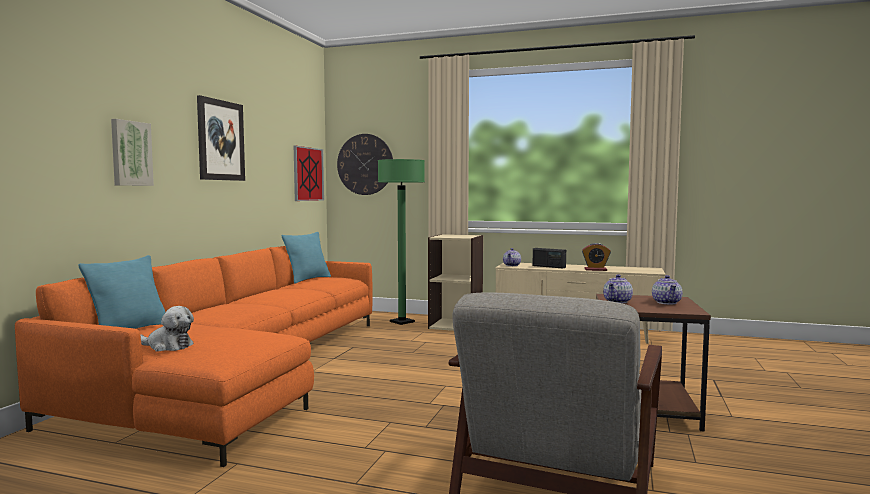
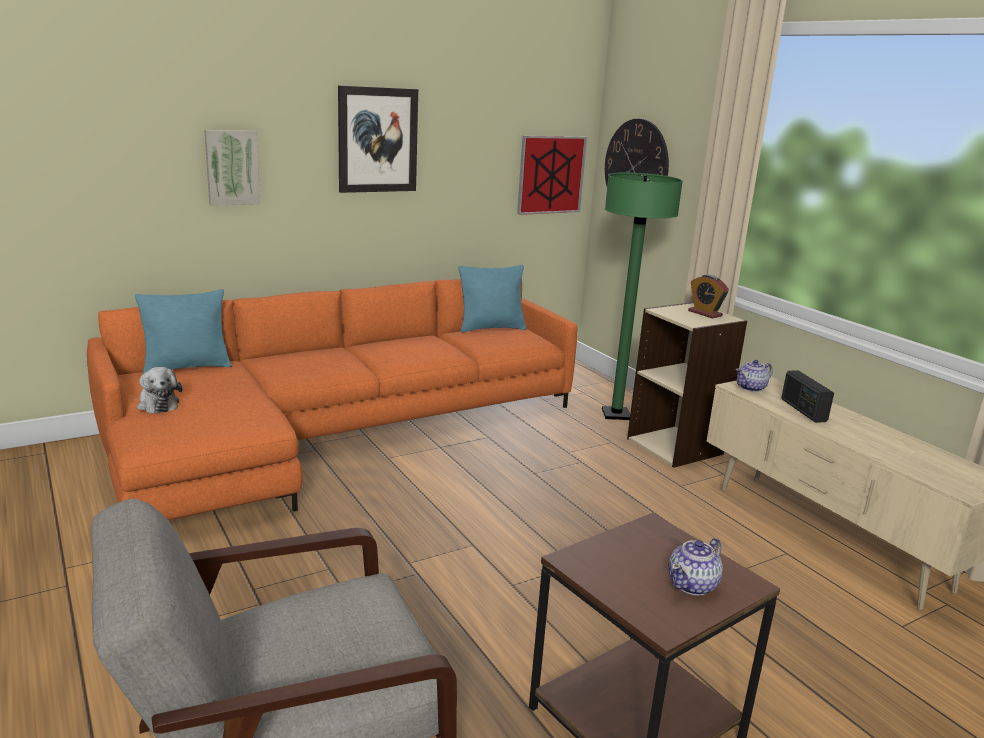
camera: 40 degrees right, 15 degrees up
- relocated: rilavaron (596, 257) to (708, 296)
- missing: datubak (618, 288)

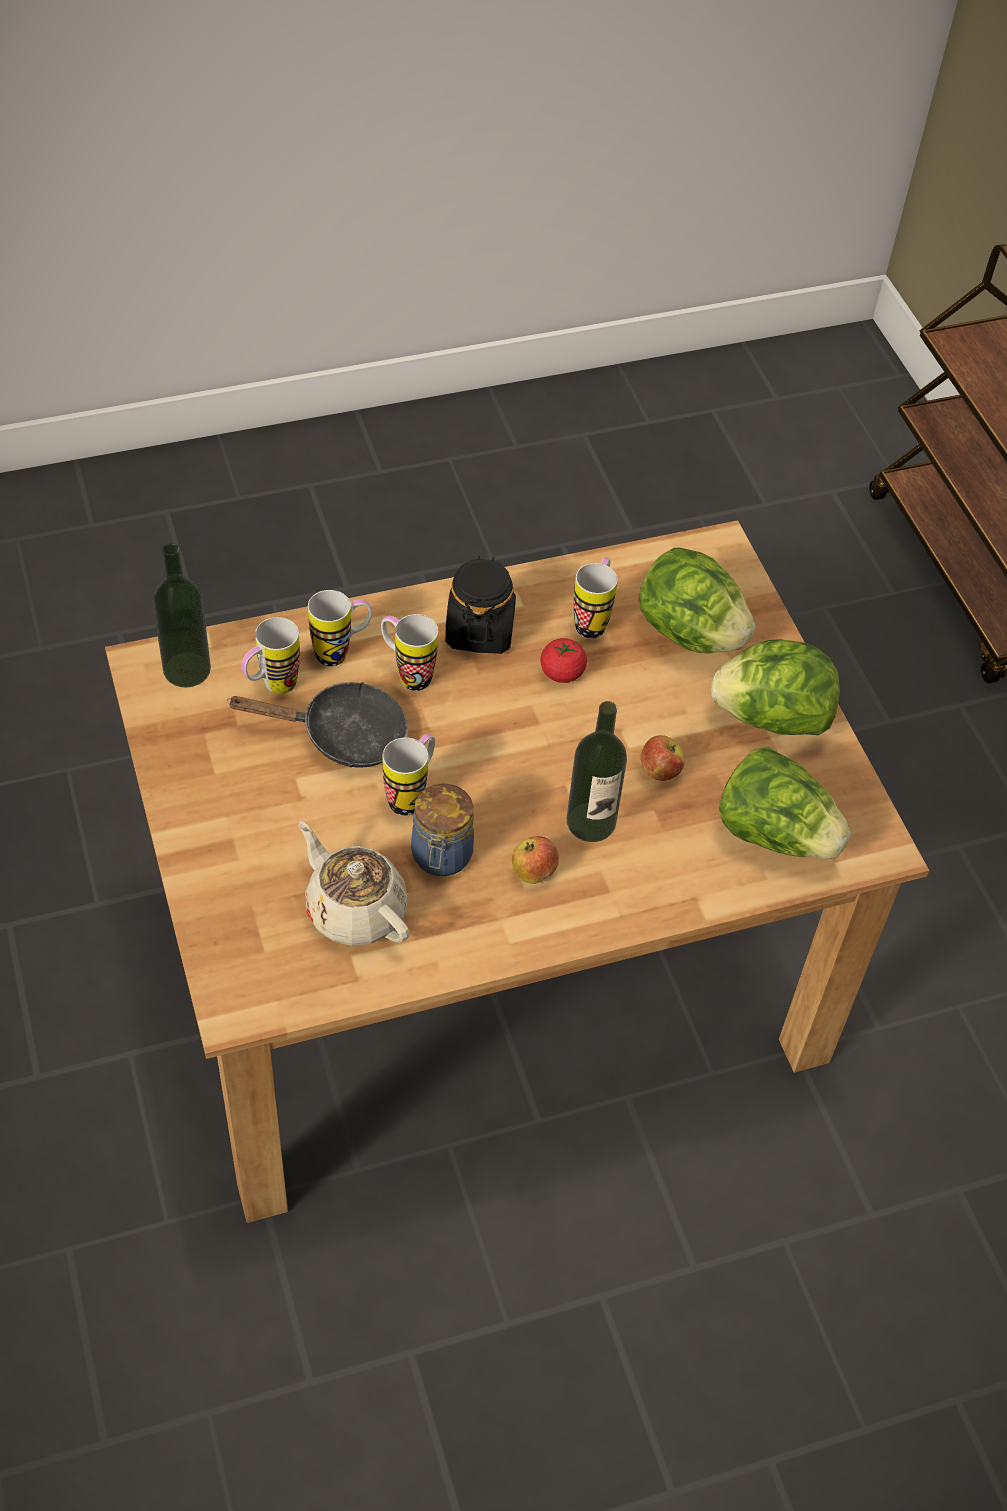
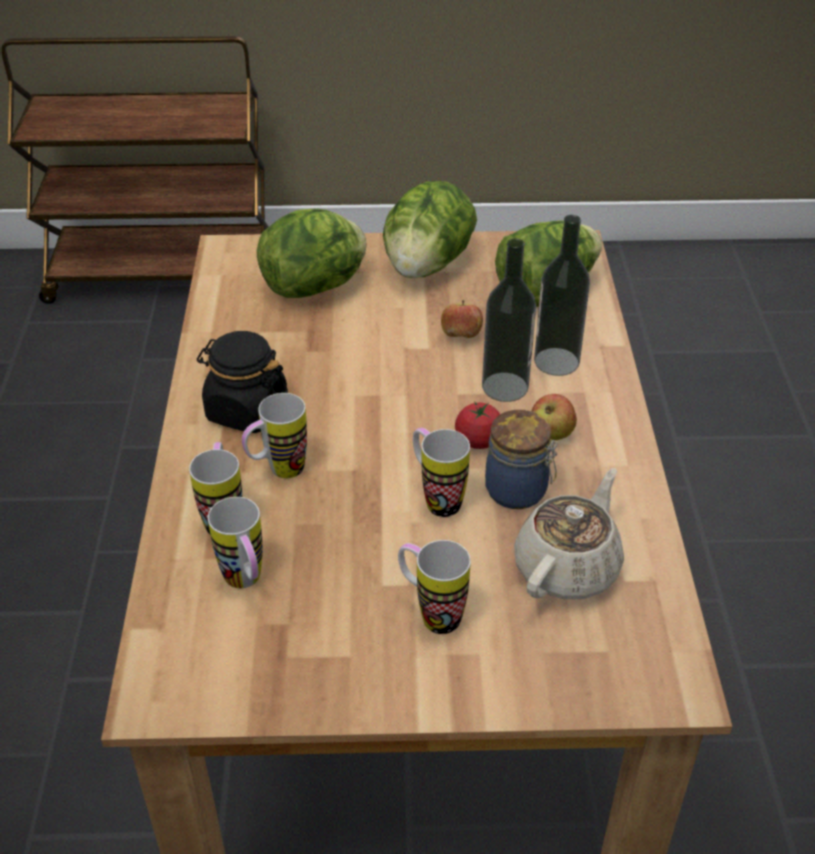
camera: 70 degrees left, 10 degrees down
- relocated: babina (182, 615) to (562, 295)
- relocated: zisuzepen (596, 598) to (434, 587)
- relocated: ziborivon (563, 660) to (477, 425)
- missing: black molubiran (317, 725)
- spun: beige datubak (354, 884) = (569, 533) 150 degrees clockwise

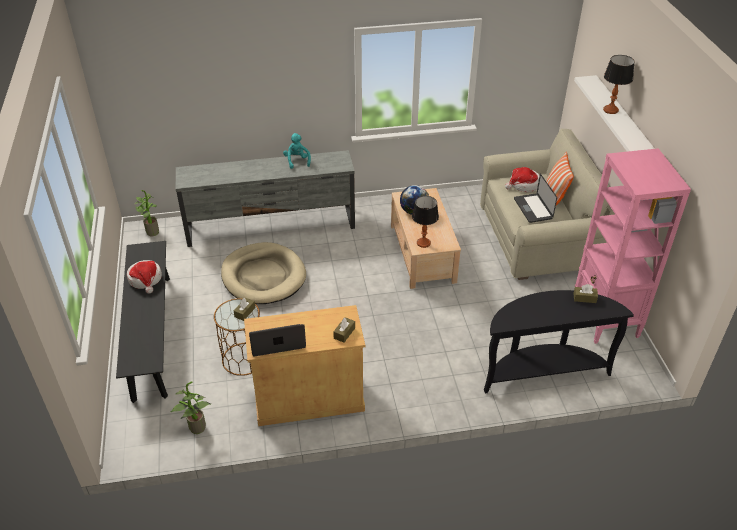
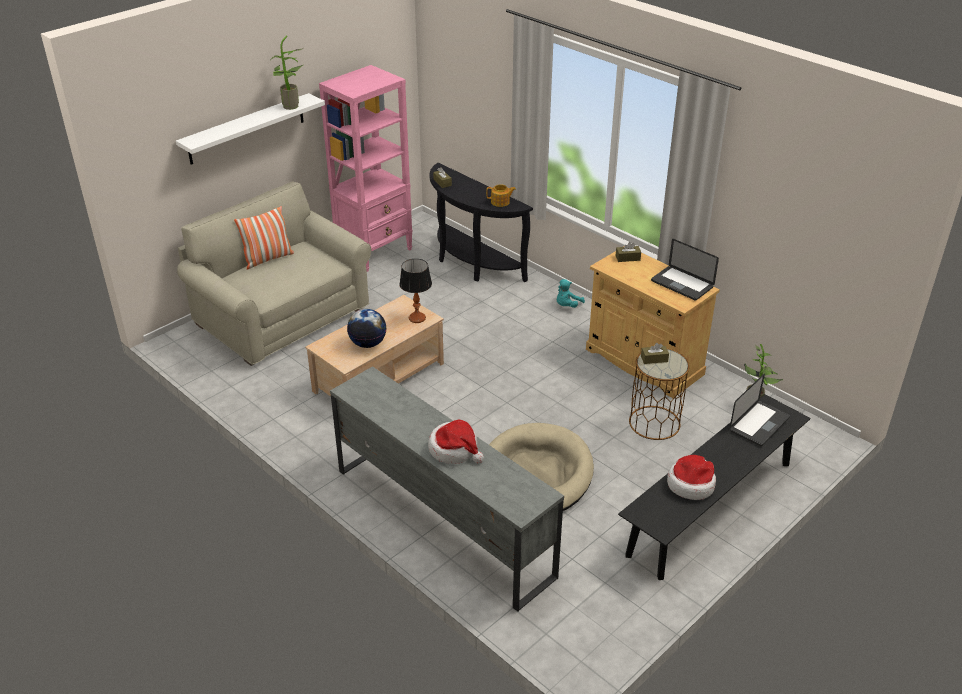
camera: 125 degrees left, 5 degrees down
- missing: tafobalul (619, 84)
- relocated: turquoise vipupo (297, 151) to (571, 293)
- relocated: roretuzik (522, 179) to (456, 441)
- relocated: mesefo (535, 198) to (760, 410)
- relocated: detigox (146, 213) to (287, 72)
- appeared: datubak (501, 195)

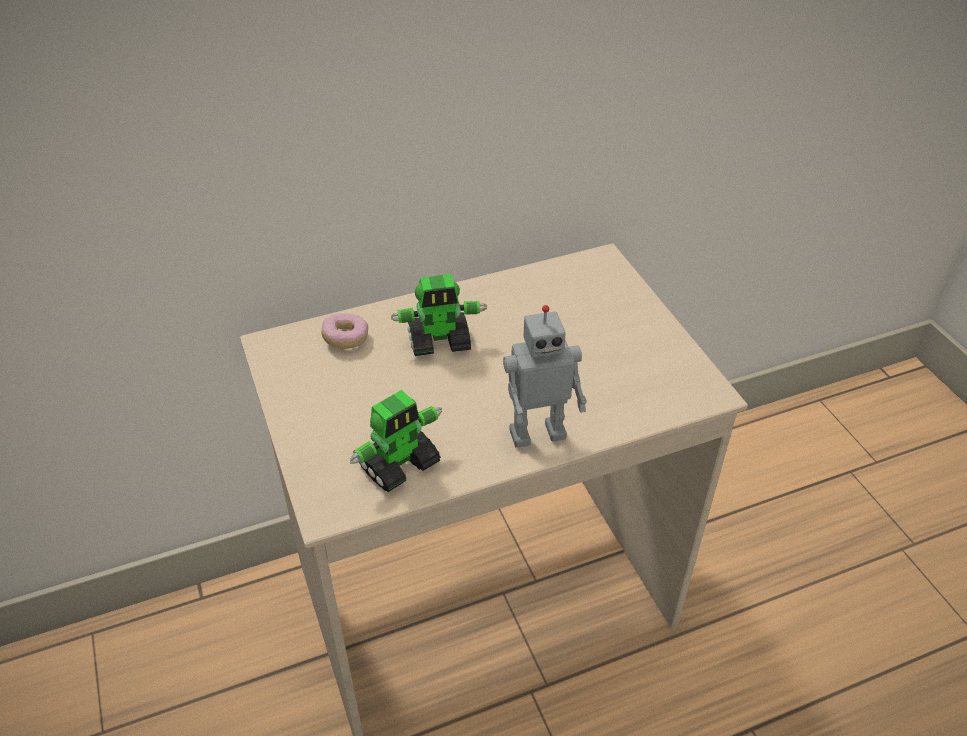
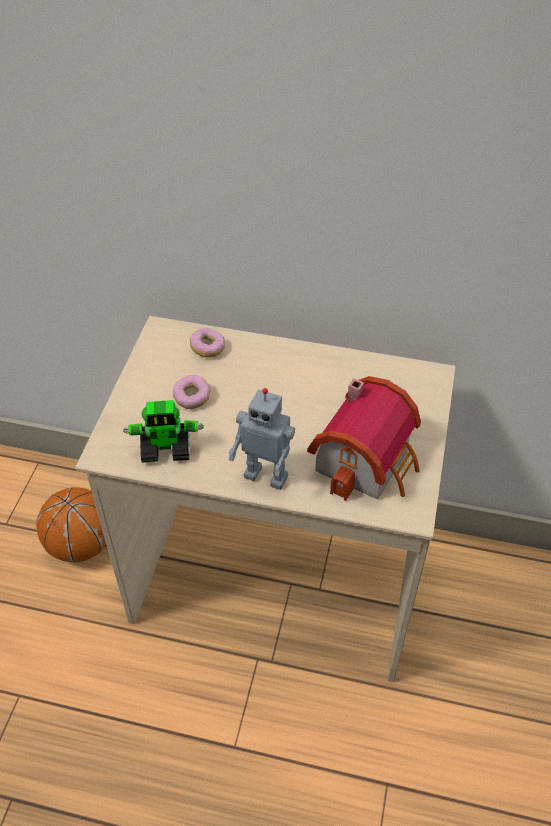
camera: 35 degrees right, 5 degrees up
- missing: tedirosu (439, 315)
- appeared: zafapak (191, 392)
- appeared: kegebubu (364, 438)
- appeared: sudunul (71, 525)

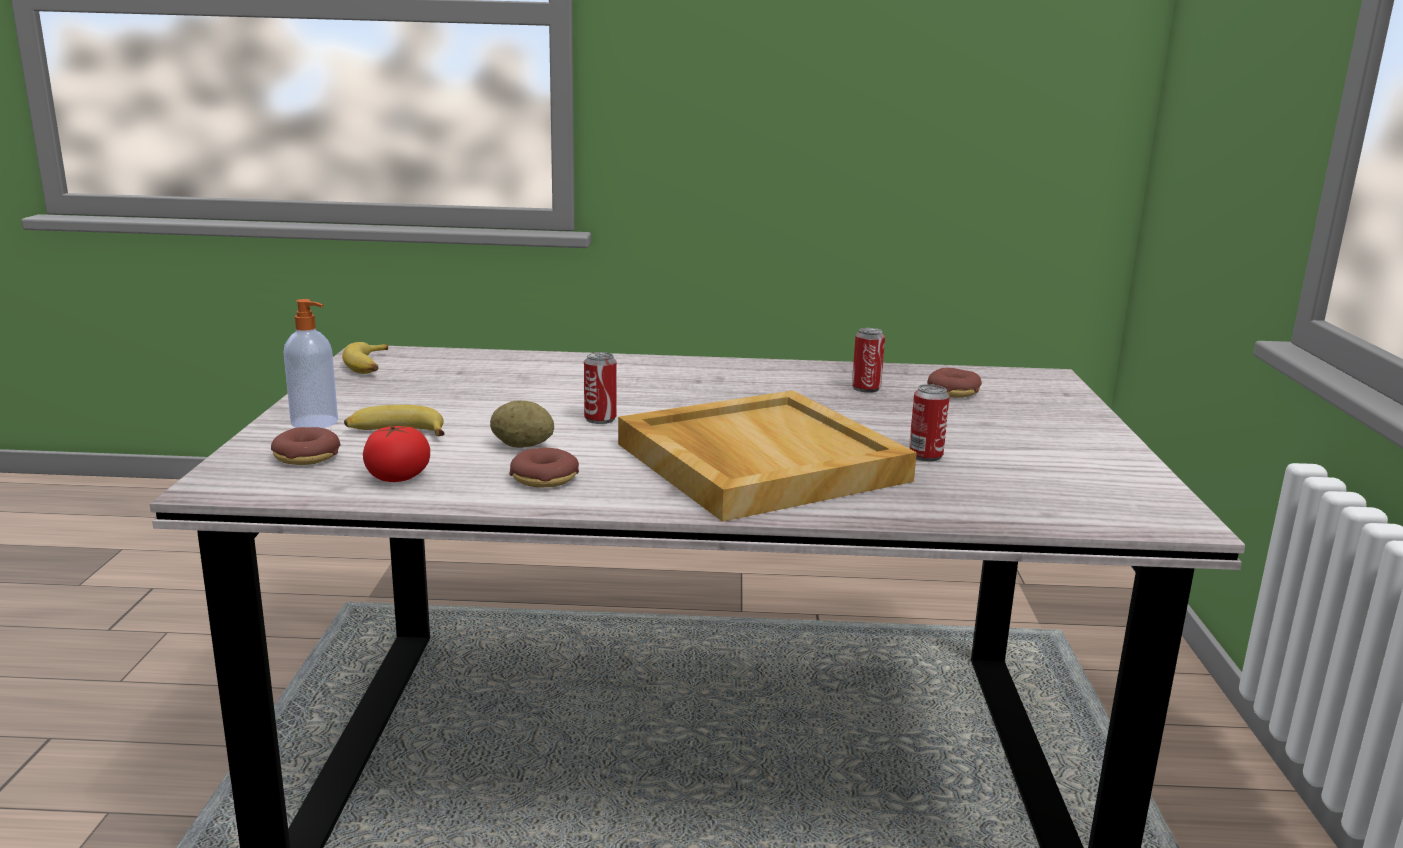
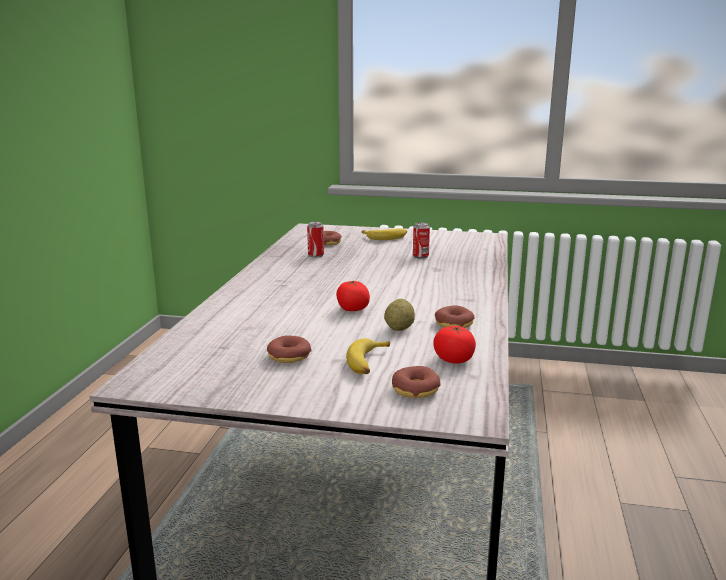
camera: 80 degrees left, 0 degrees up
- missing: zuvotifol (310, 363)
- relocated: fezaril (365, 358) to (384, 234)
- exchanged: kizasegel (600, 388) to ziborivon (353, 295)
- missing: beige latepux (767, 456)
- appeared: zafapak (289, 349)

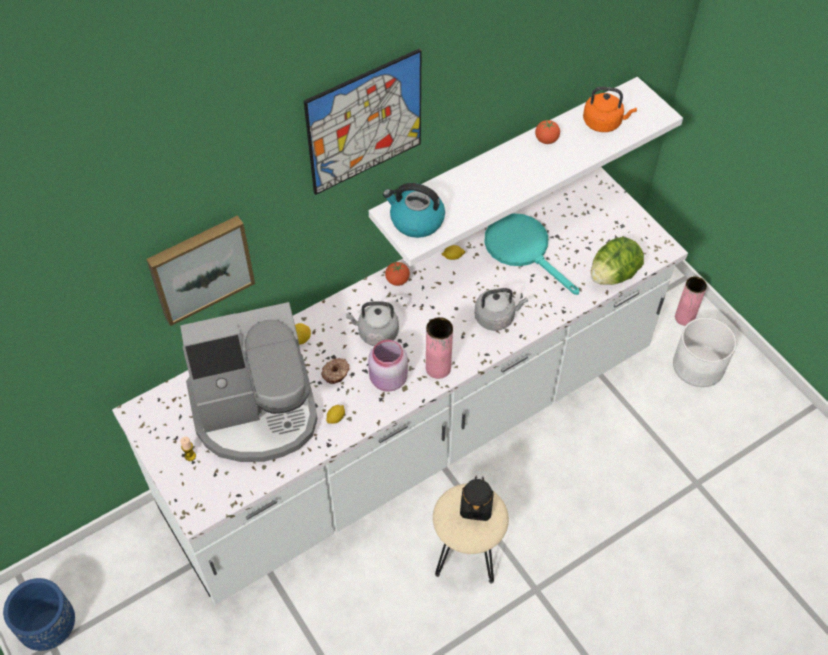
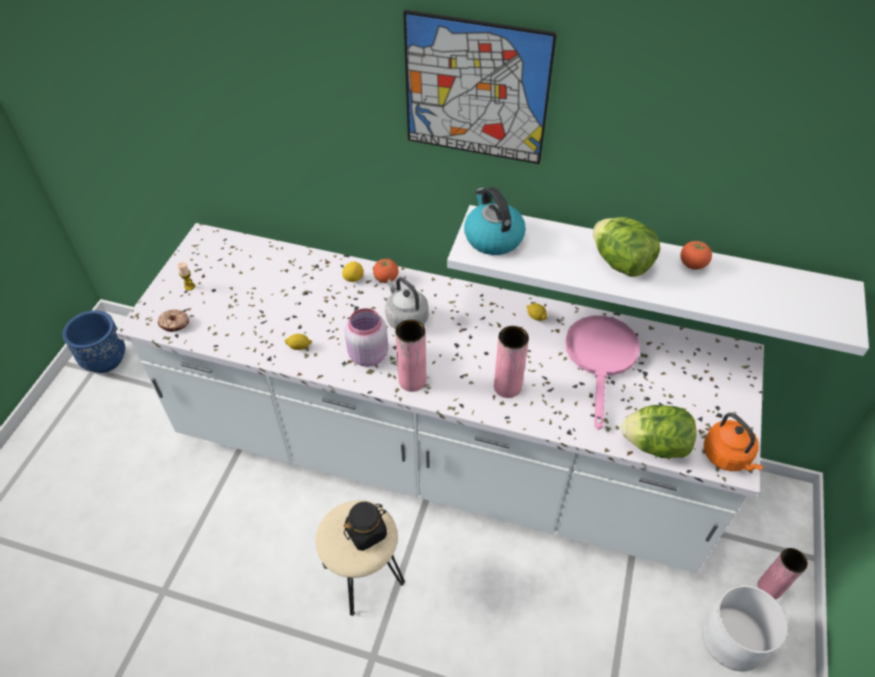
camera: 50 degrees right, 5 degrees down
- relocated: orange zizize (610, 109) to (733, 442)
- colour: turquoise molubiran (531, 254) to pink molubiran (602, 373)
- missing: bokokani (200, 270)
- relocated: ziborivon (397, 274) to (386, 271)
- exchanged: grey zizize (501, 309) to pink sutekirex (511, 362)
- missing: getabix (249, 382)
- relocated: zafapak (335, 371) to (173, 320)
- appeared: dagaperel (626, 247)

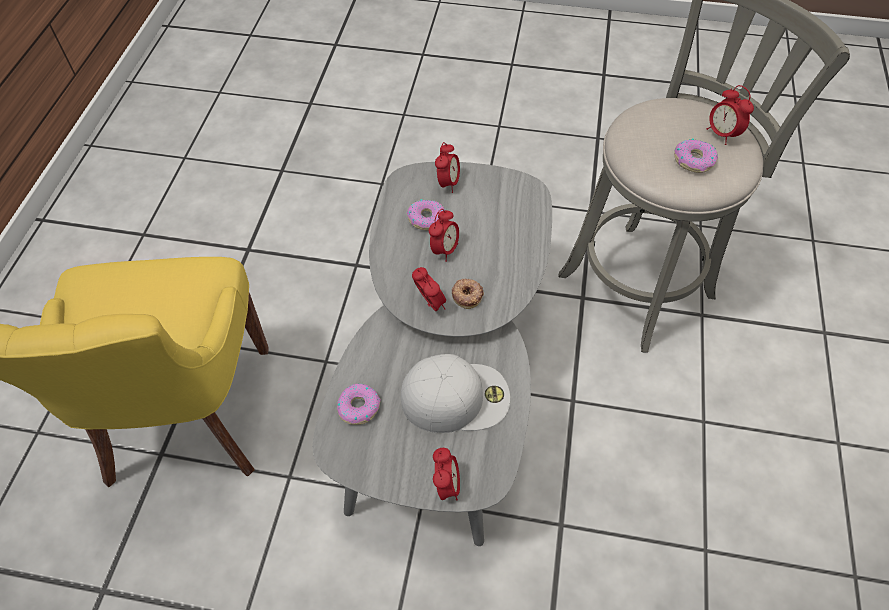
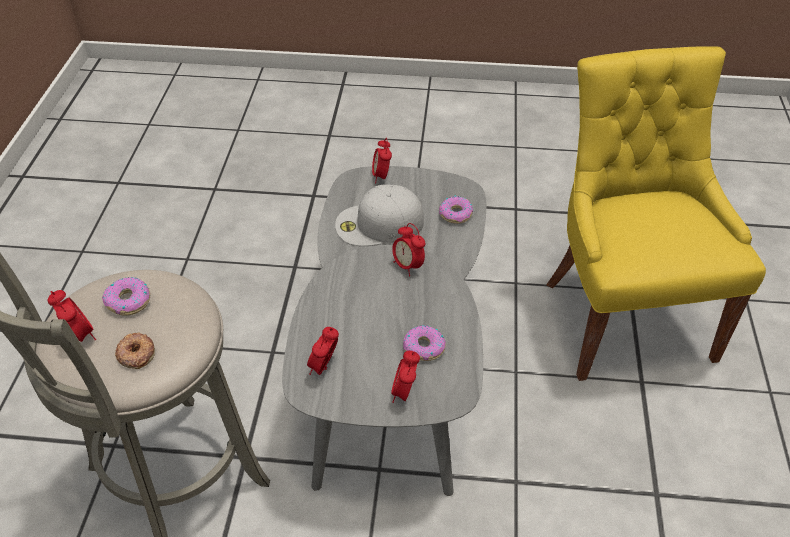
camera: 175 degrees right, 10 degrees down
- relocated: rilavaron (444, 235) to (323, 351)
- relocated: zafapak (468, 294) to (135, 350)

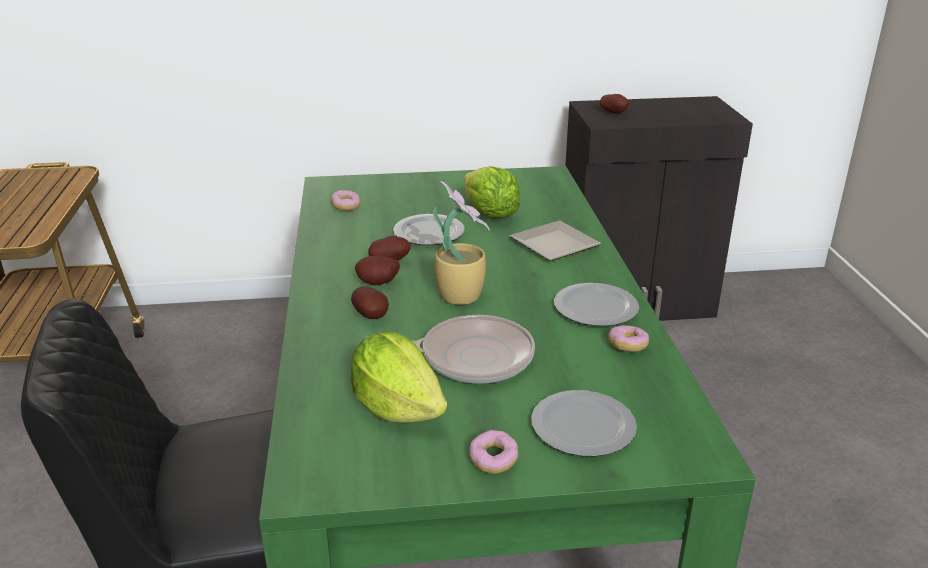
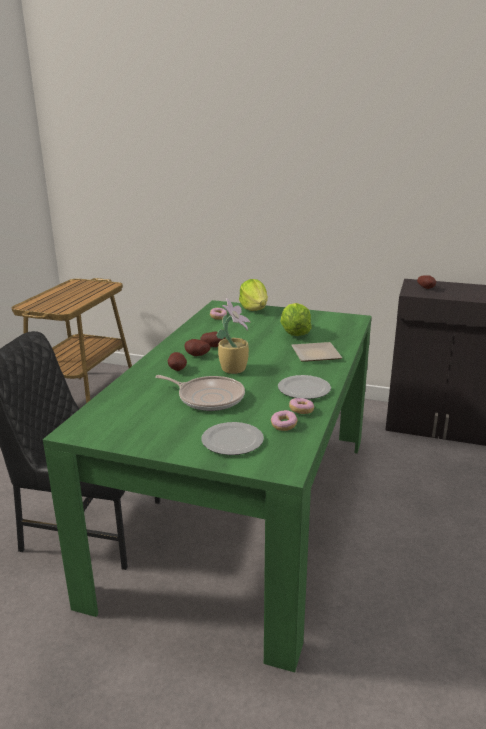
camera: 25 degrees right, 5 degrees down
- missing: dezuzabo (429, 229)
- relocated: dagaperel (399, 376) to (253, 295)
- relocated: zafapak (493, 452) to (284, 420)

